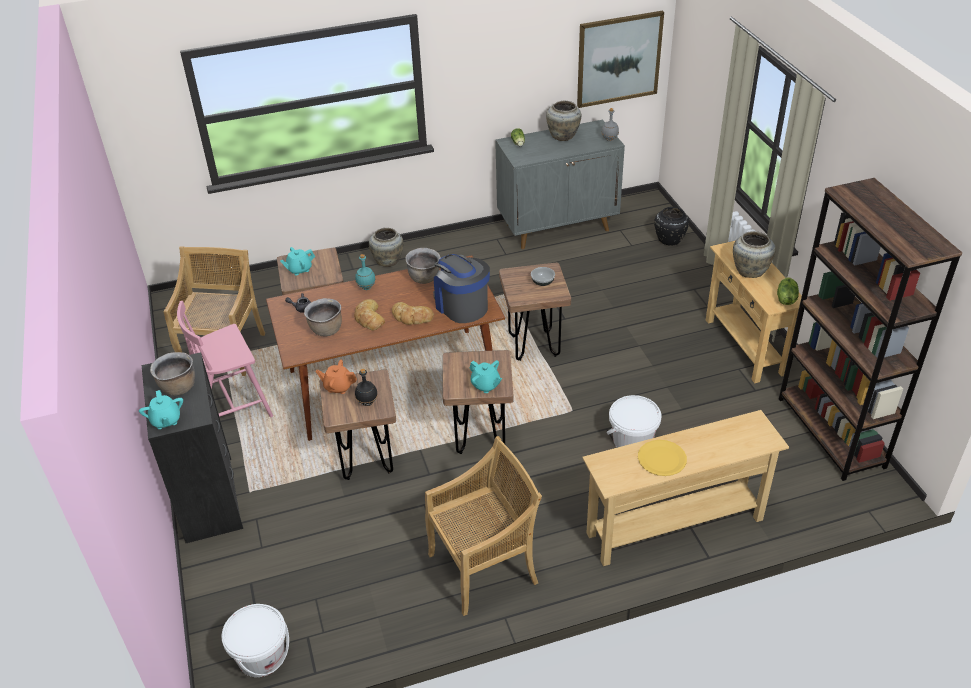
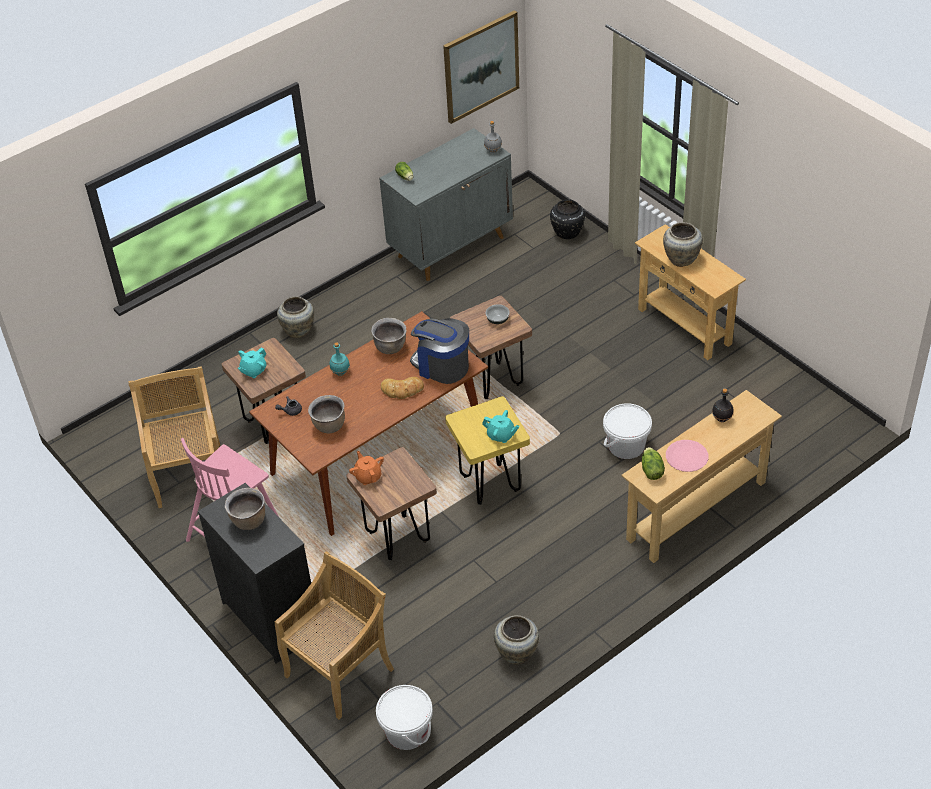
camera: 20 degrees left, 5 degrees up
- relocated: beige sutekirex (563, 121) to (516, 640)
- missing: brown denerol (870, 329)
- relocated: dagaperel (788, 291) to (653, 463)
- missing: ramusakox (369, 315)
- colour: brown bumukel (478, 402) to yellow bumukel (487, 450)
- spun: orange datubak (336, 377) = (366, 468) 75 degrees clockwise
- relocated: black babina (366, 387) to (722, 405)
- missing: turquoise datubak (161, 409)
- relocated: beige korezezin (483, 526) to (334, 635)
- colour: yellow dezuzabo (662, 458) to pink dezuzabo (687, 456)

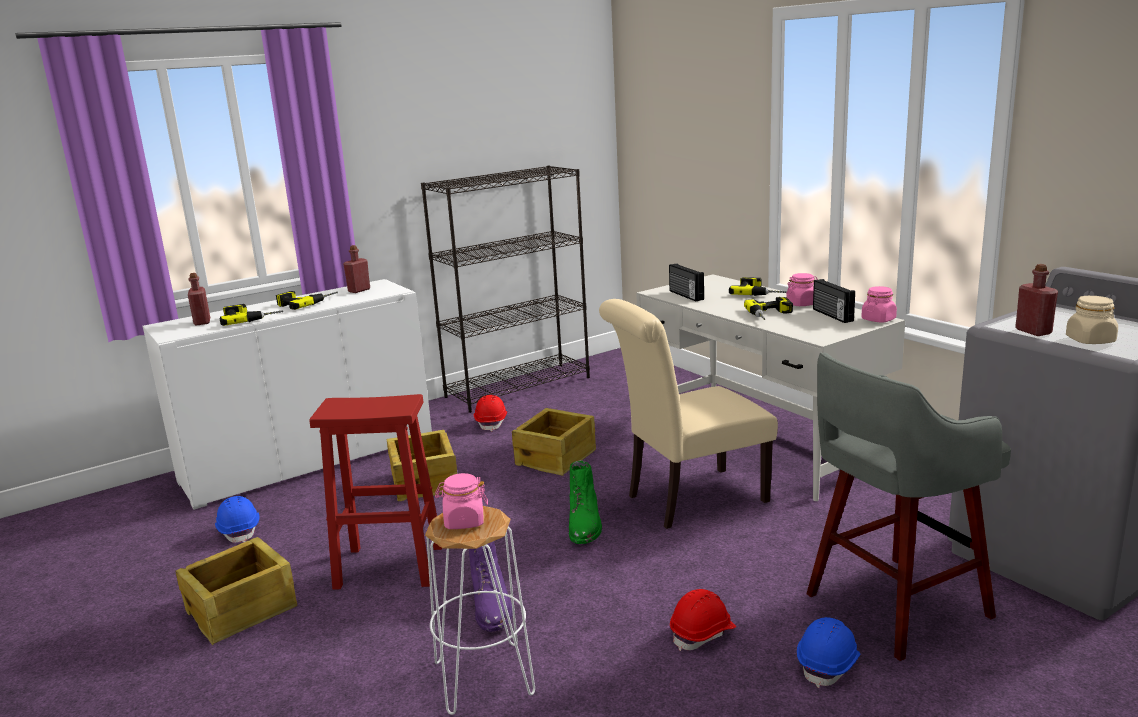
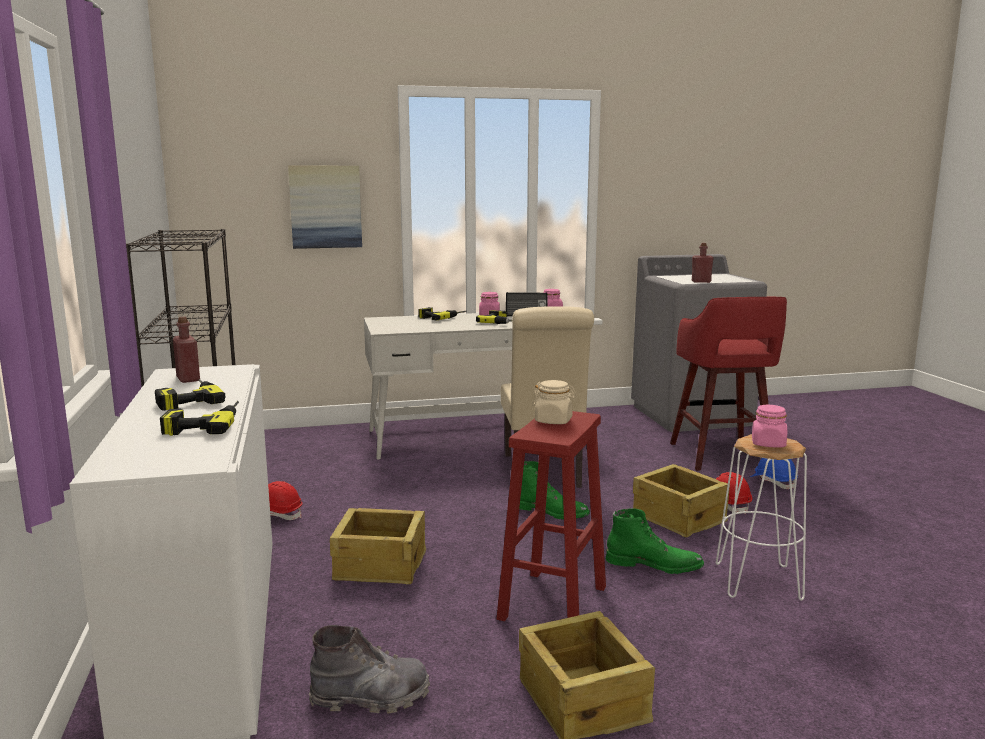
camera: 70 degrees left, 5 degrees down
- missing: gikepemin (686, 282)
- missing: red babina (199, 299)
- relocated: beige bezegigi (1092, 320) to (554, 402)
- colour: grey bumukel (908, 507) to red bumukel (728, 384)
- relocated: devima (554, 442) to (681, 500)
- exchanged: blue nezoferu (237, 519) to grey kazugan (369, 669)
- colour: purple kazugan (491, 586) to green kazugan (655, 541)
- appeared: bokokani (325, 207)

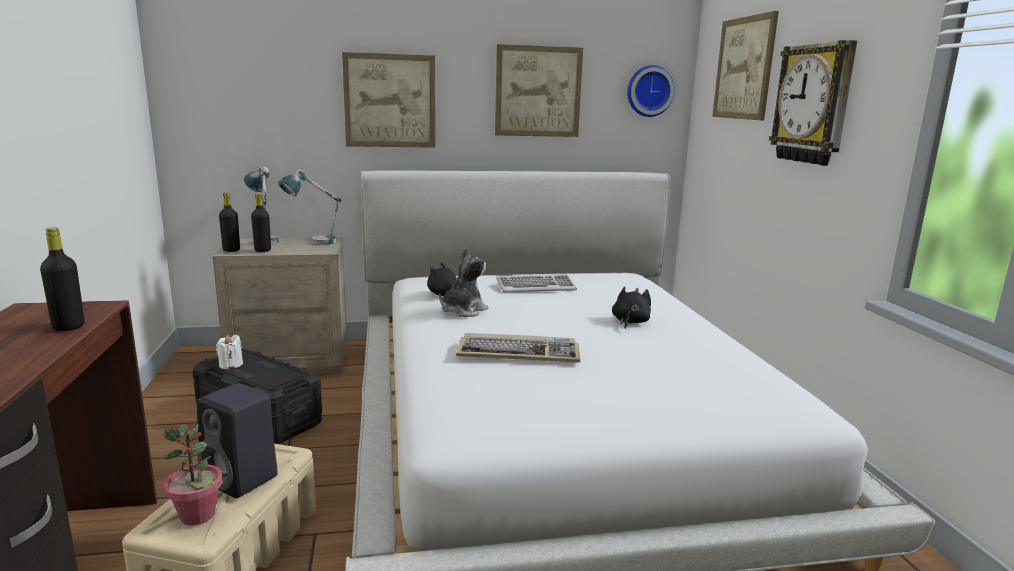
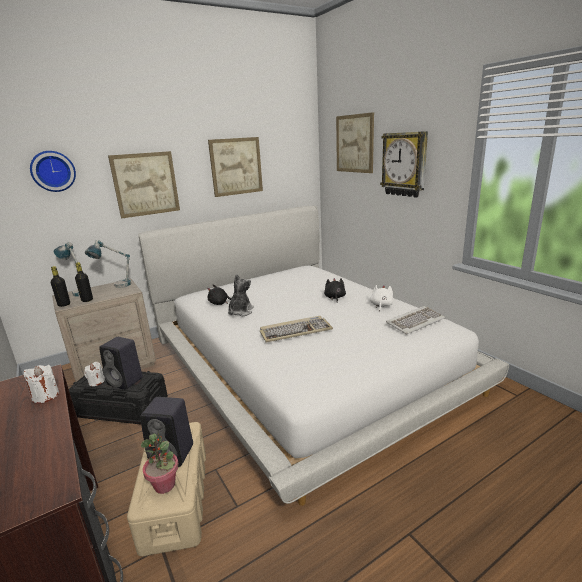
camera: 20 degrees left, 5 degrees up
- relocated: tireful (651, 91) to (53, 171)
- exchanged: black babina (62, 279) to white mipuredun (41, 384)
- relocated: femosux (536, 283) to (415, 320)
- appeared: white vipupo (381, 298)
- appeared: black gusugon (121, 363)

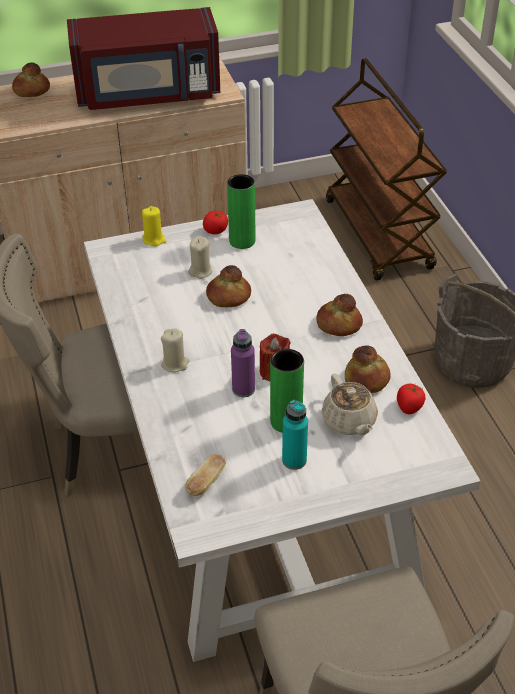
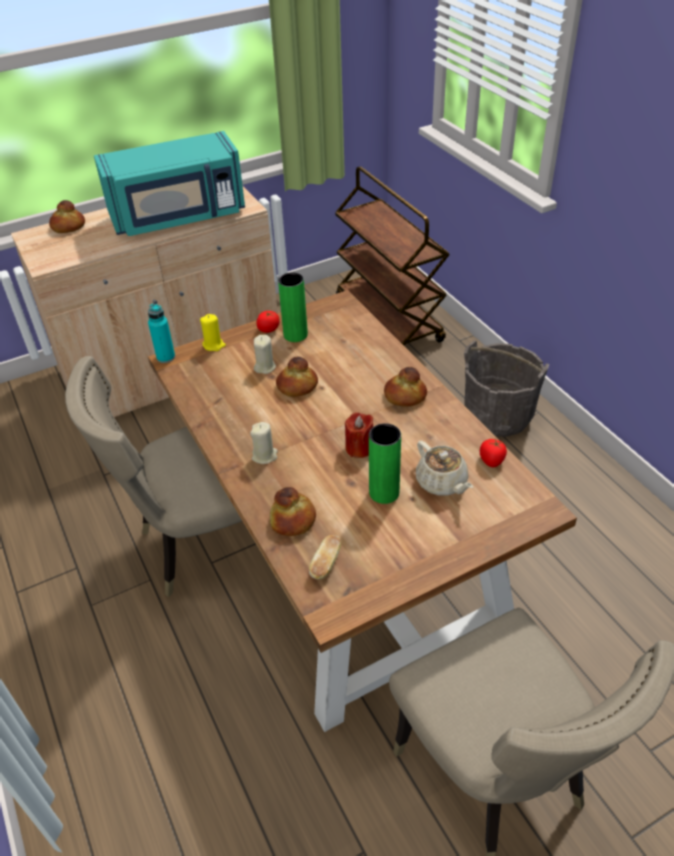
camera: 10 degrees left, 0 degrees up
- colour: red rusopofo (144, 58) to turquoise rusopofo (169, 183)
- colour: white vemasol (282, 430) to brown vemasol (362, 511)
- missing: purple babina (243, 363)
- relocated: ramusakox (368, 369) to (293, 511)
- relocated: turquoise babina (295, 435) to (161, 333)

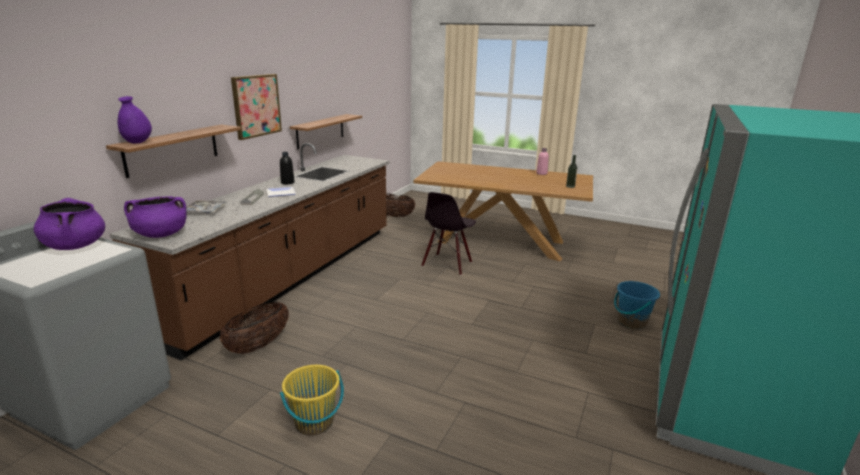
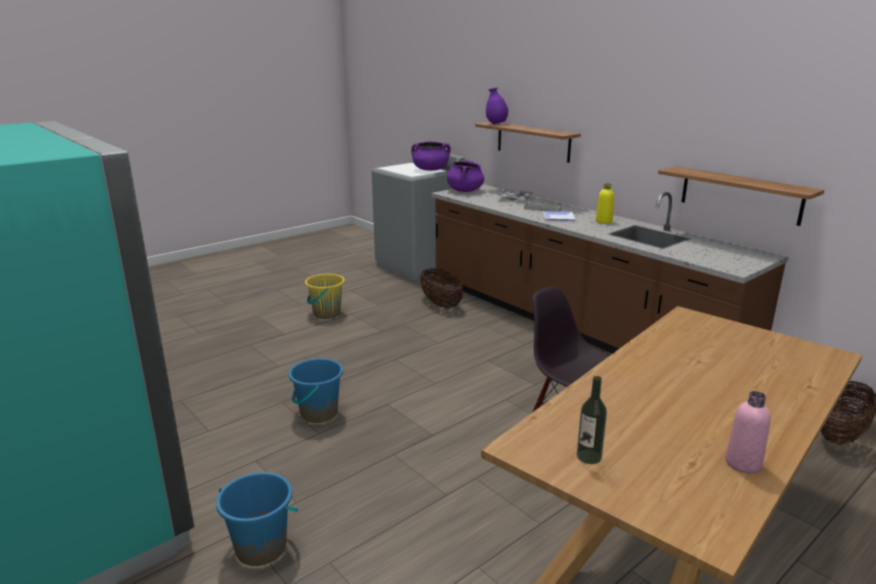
camera: 115 degrees right, 0 degrees up
- missing: bokokani (256, 107)
- colour: black babina (287, 168) to yellow babina (605, 203)
- appeared: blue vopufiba (316, 390)

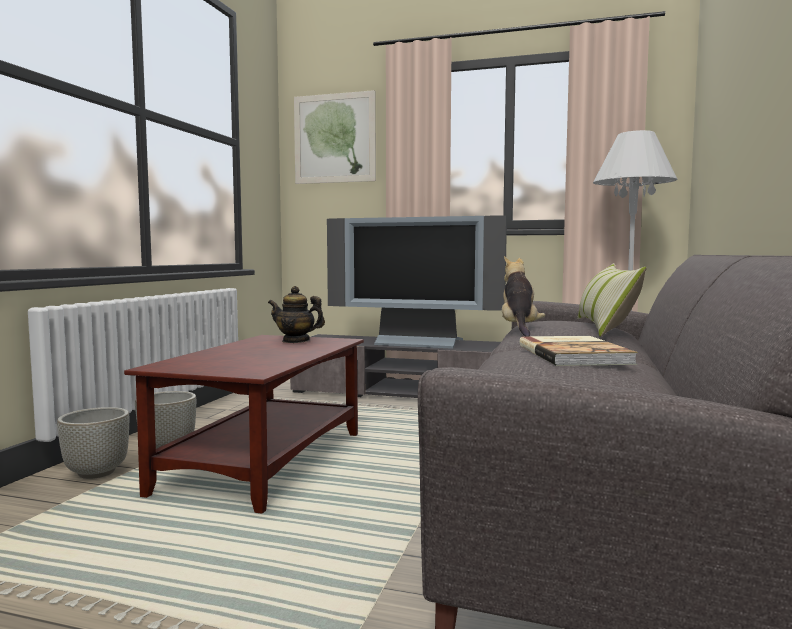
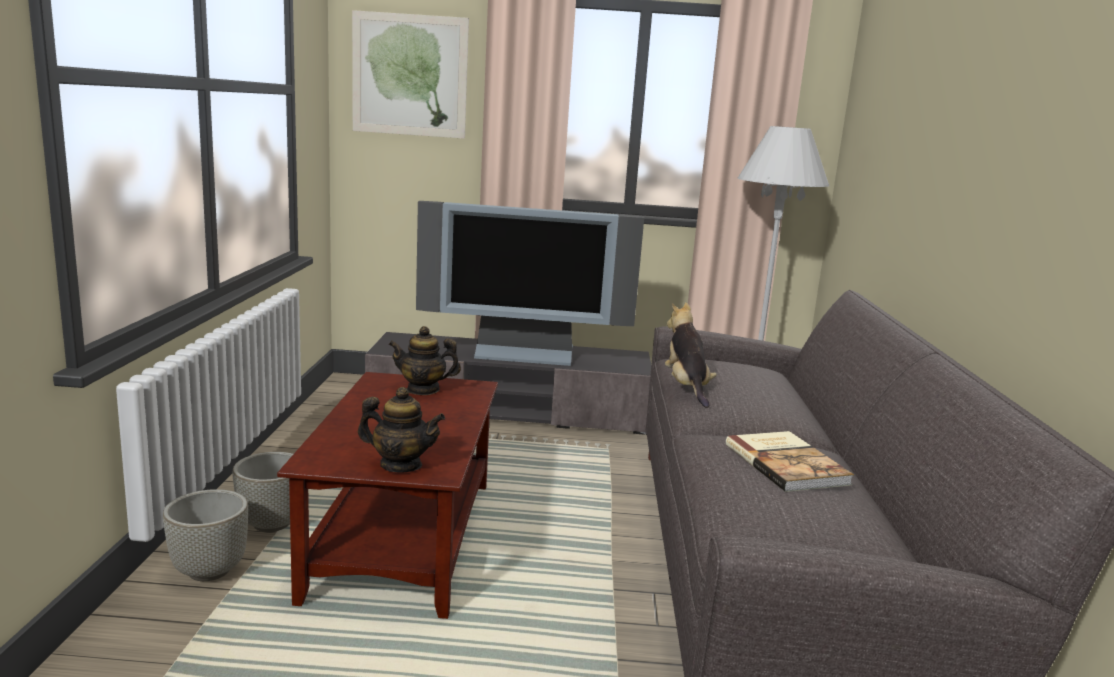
camera: 15 degrees left, 10 degrees up
- missing: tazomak (612, 300)
- appeared: datubak (401, 429)

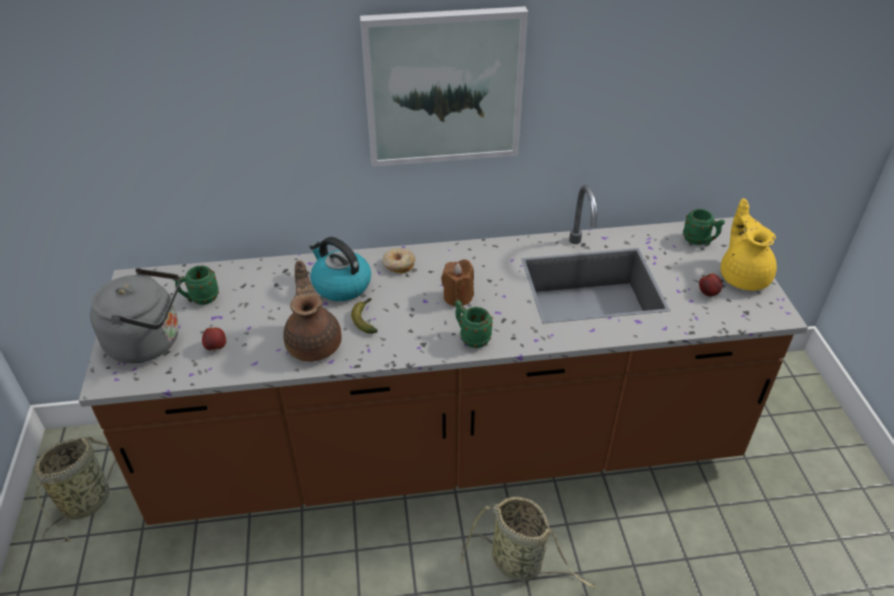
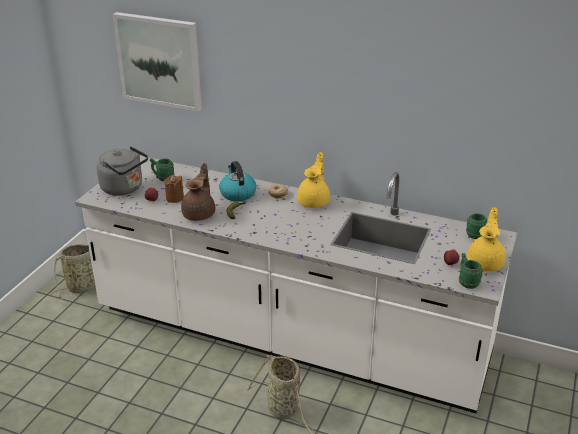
camera: 30 degrees right, 10 degrees down
- relocated: bokokani (444, 86) to (157, 62)
- colour: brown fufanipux (443, 355) to white fufanipux (296, 285)
- relocated: brown mipuredun (457, 282) to (174, 189)
- relocated: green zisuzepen (474, 324) to (471, 271)
- appeared: yellow datubak (313, 180)

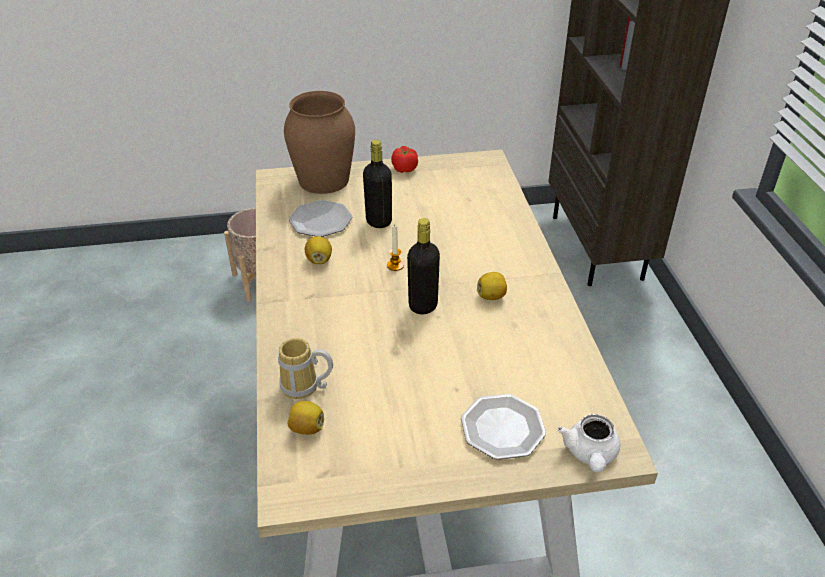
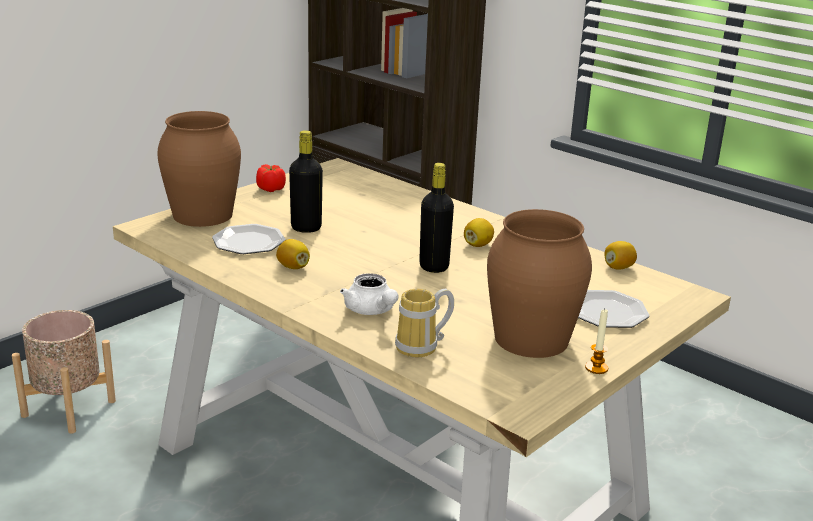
camera: 40 degrees left, 15 degrees down
- relocated: mipuredun (395, 247) to (596, 341)
- relocated: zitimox (305, 418) to (621, 255)
- relocated: white datubak (588, 443) to (369, 294)
- appeared: brown sutekirex (539, 283)

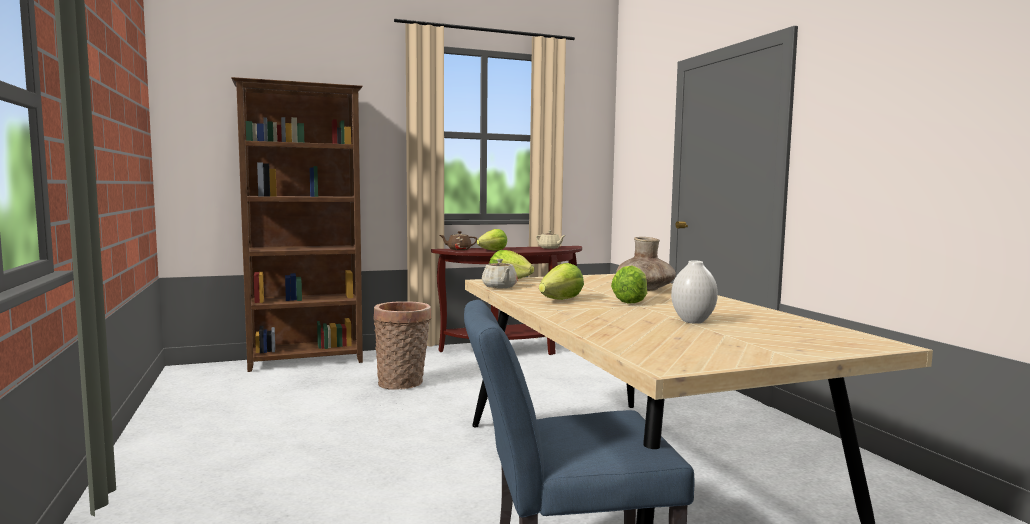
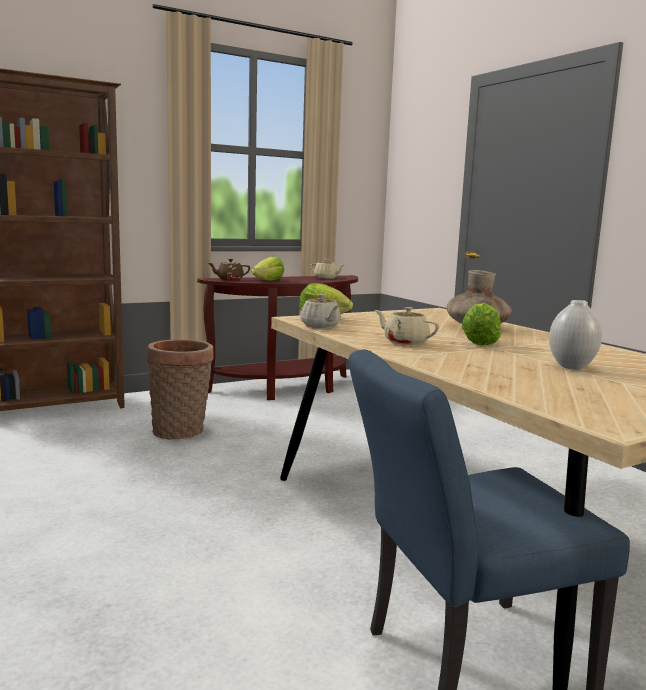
camera: 10 degrees left, 5 degrees up
- exchanged: dagaperel (561, 281) to beige datubak (407, 326)

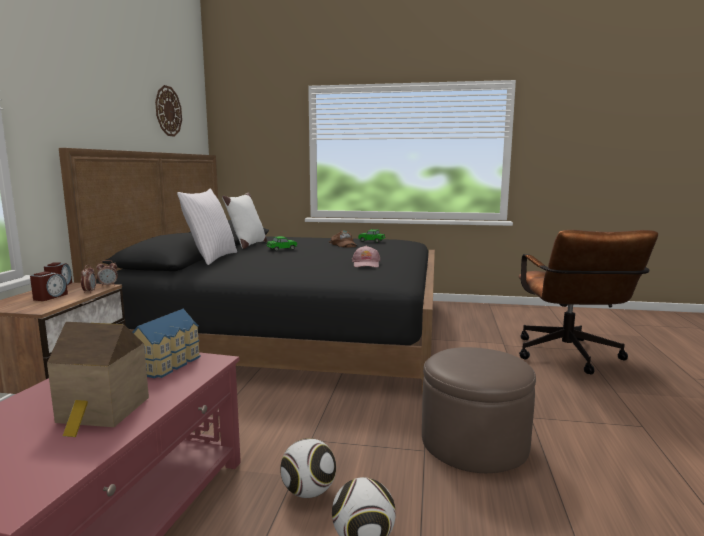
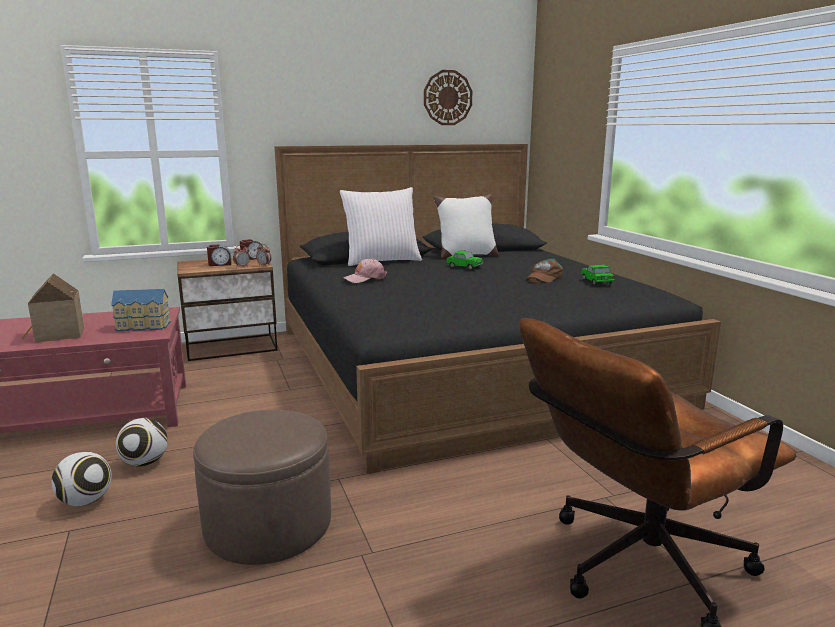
camera: 60 degrees right, 5 degrees up
- relocated: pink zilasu (366, 256) to (365, 270)

